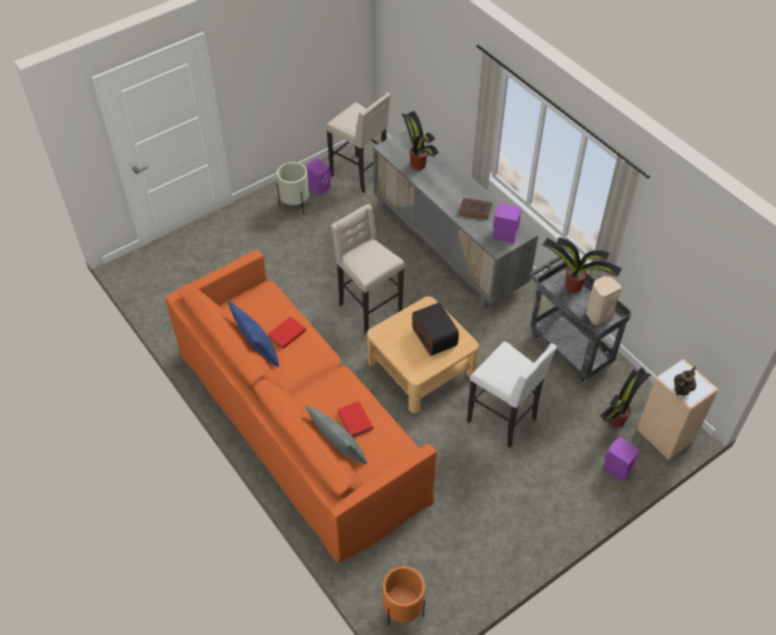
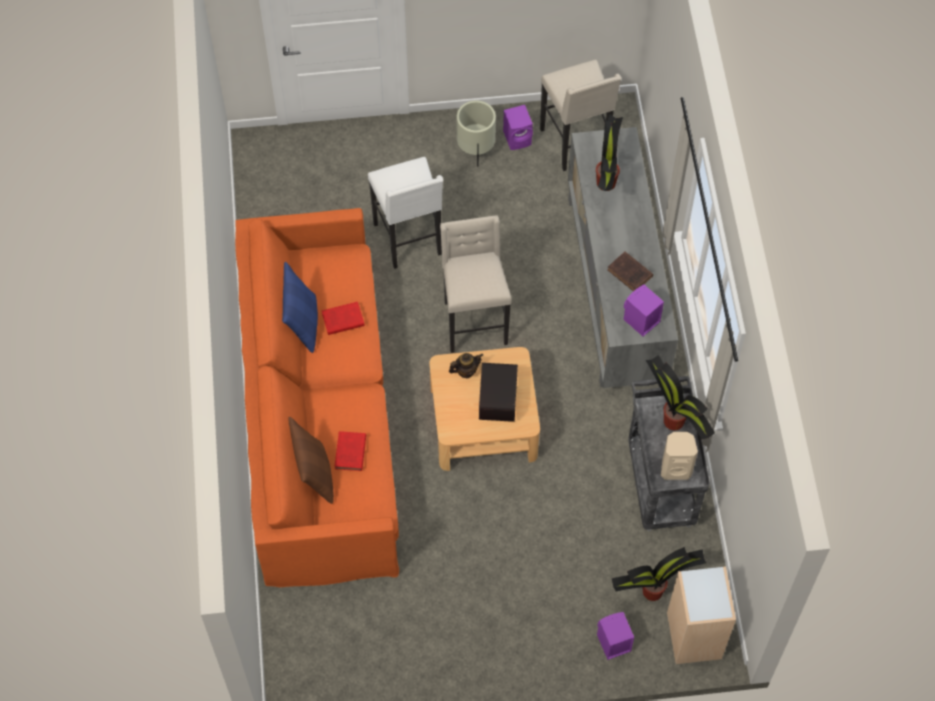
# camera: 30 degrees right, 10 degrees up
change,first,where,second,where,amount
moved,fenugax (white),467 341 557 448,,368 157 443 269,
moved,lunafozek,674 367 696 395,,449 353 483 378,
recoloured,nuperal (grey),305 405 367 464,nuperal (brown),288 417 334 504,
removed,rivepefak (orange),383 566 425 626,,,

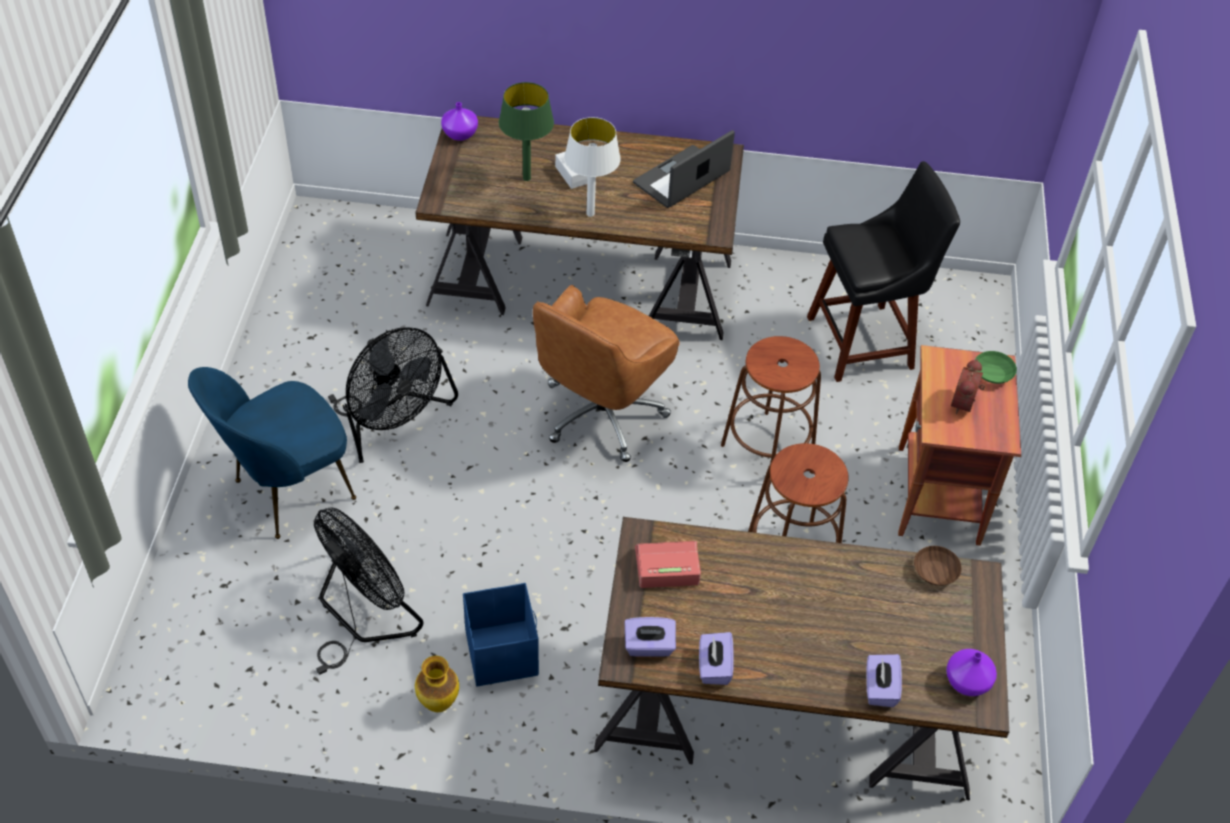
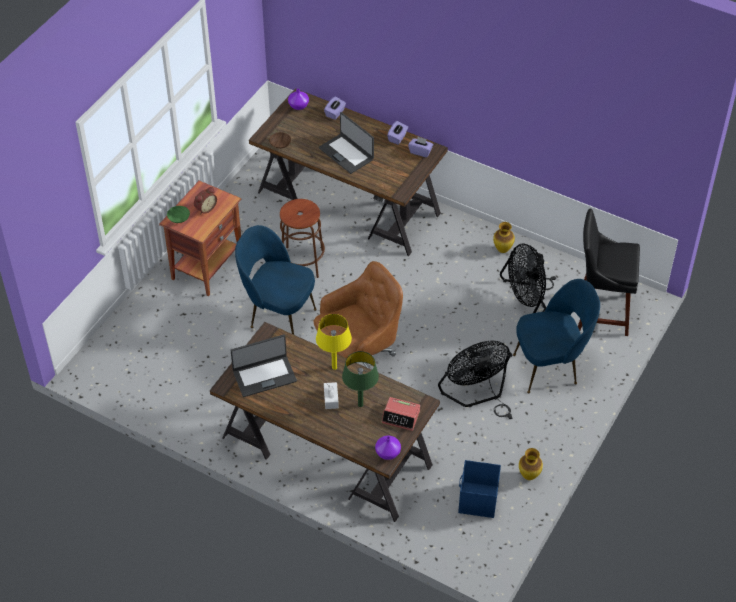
# camera: 155 degrees left, 0 degrees up
change,first,where,second,where,amount
recoloured,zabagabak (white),564 117 621 217,zabagabak (yellow),316 314 352 370,
moved,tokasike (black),807 161 960 382,,578 209 640 336,
replaced,fenugax (brown),721 336 821 485,tokasike (blue),235 225 317 335,
moved,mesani,635 541 701 588,,382 397 420 431,
moved,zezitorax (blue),463 583 539 686,,458 460 501 518,
added,,,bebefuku,319 112 374 174,
added,,,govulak,519 448 543 480,

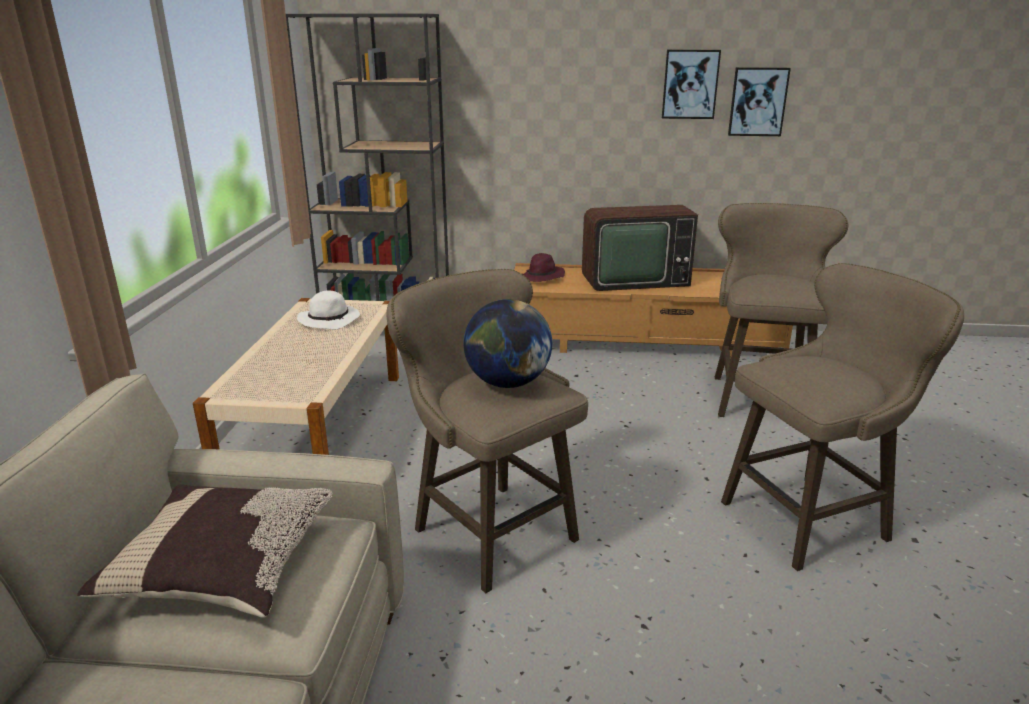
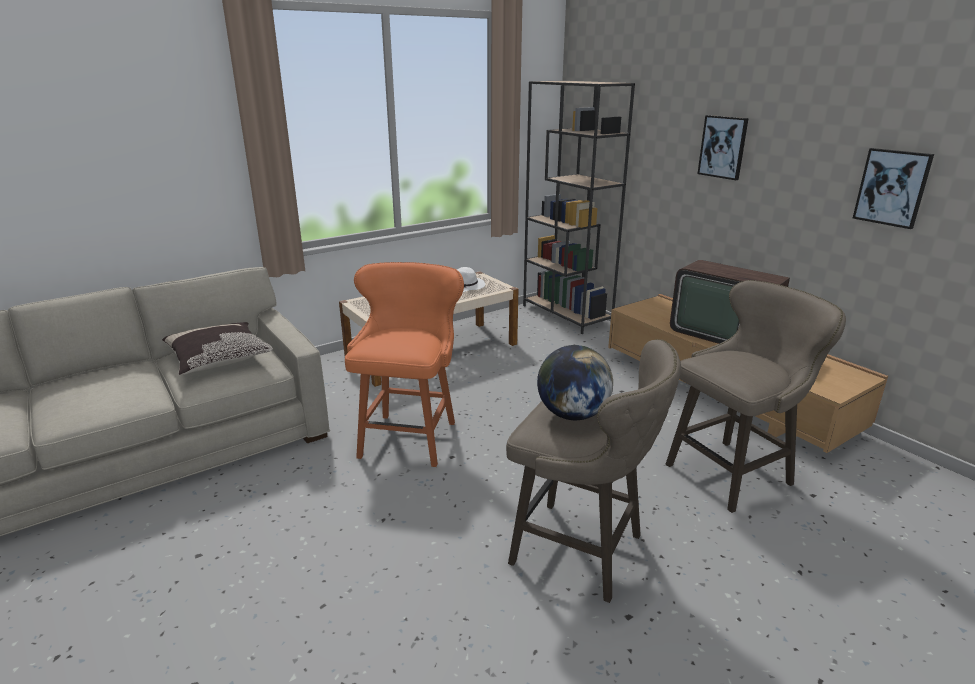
# camera: 50 degrees right, 0 degrees up
change,first,where,second,where,amount
moved,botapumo,662 50 721 119,,697 115 749 180,
removed,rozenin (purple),523 253 565 282,,,
recoloured,fenugax (beige),386 269 588 593,fenugax (orange),345 262 464 467,
moved,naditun,464 299 552 388,,537 345 613 420,

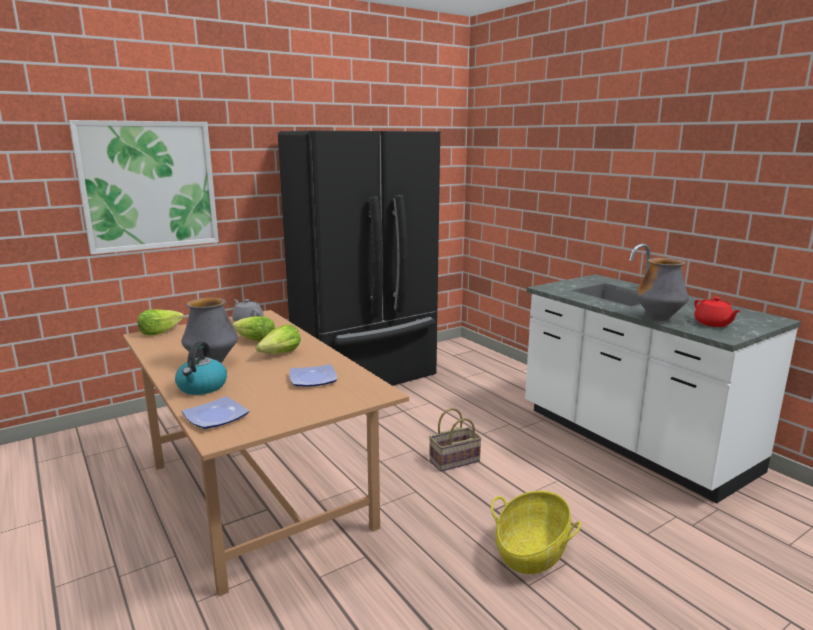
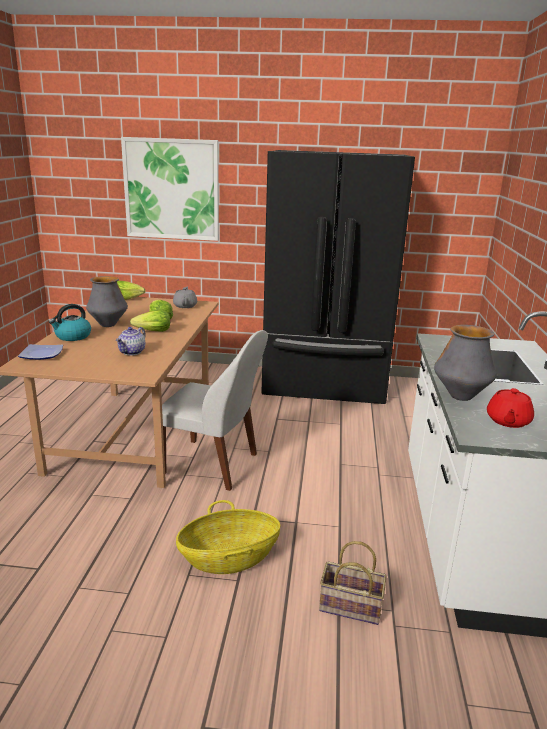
# camera: 40 degrees right, 5 degrees up
change,first,where,second,where,amount
replaced,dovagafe,289 364 337 387,lunafozek,116 327 146 356,
moved,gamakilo,429 408 482 472,,319 541 387 625,
added,,,tokasike (white),162 330 268 491,

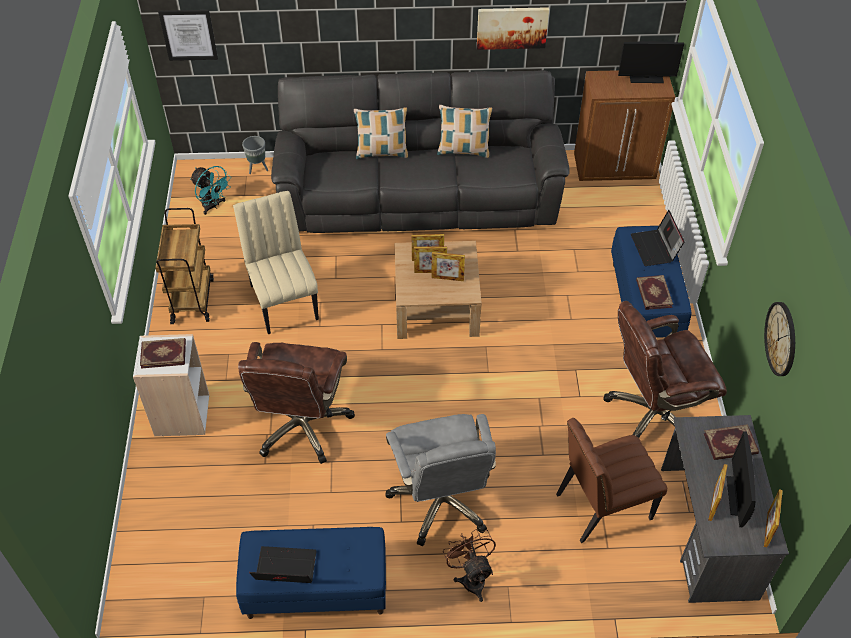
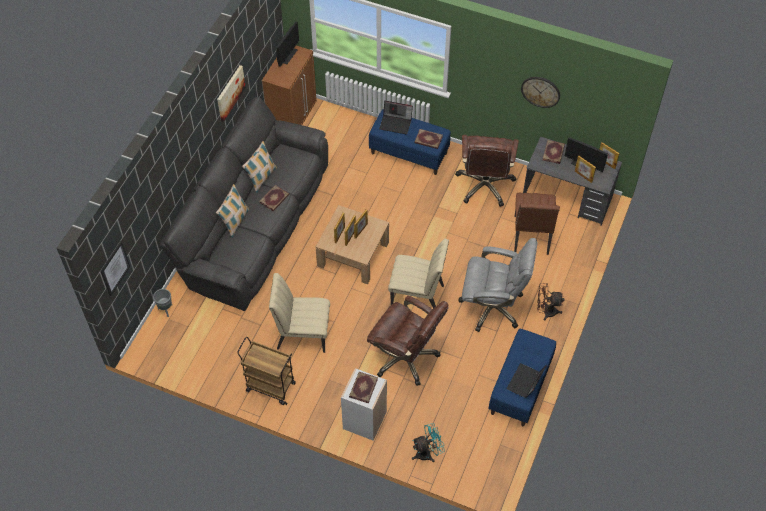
# camera: 65 degrees left, 5 degrees up
change,first,where,second,where,amount
moved,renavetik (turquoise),190 166 231 215,,412 423 445 462,
added,,,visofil,259 185 289 211,
added,,,tokasike (beige),388 239 449 309,

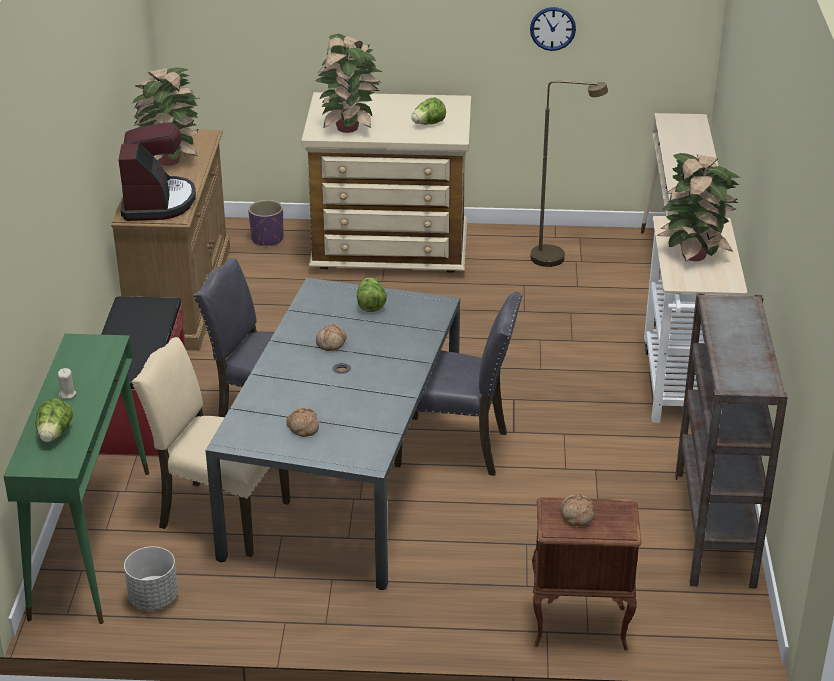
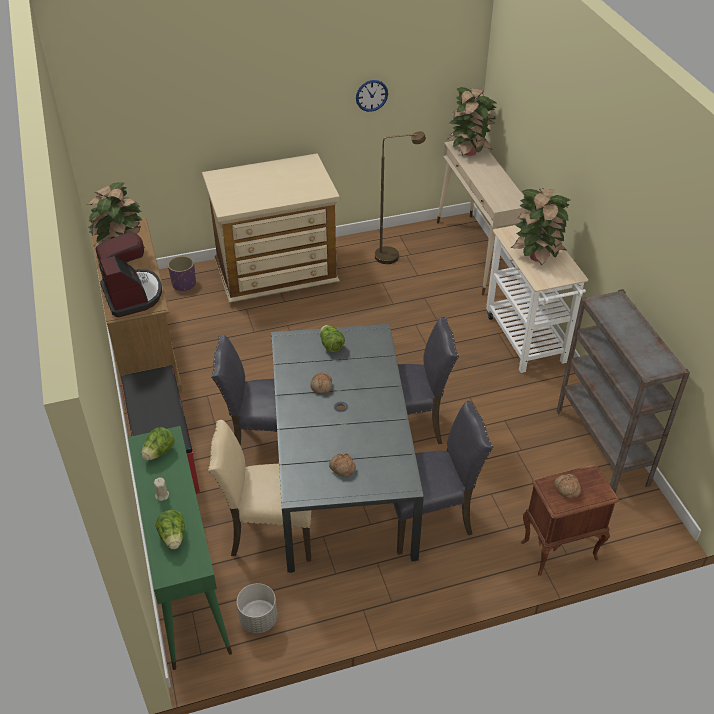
# camera: 20 degrees left, 10 degrees up
change,first,where,second,where,amount
moved,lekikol,315 34 382 133,,448 87 496 156,
moved,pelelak,411 98 446 125,,142 427 175 461,
added,,,tokasike (grey),393 401 494 555,

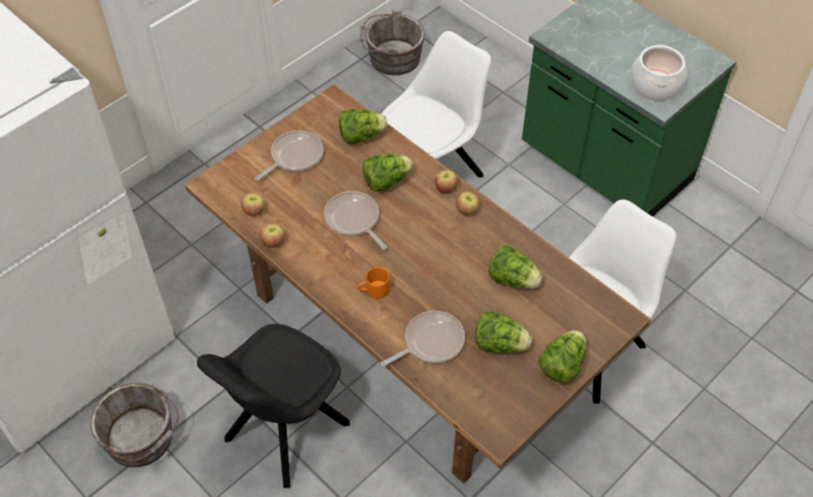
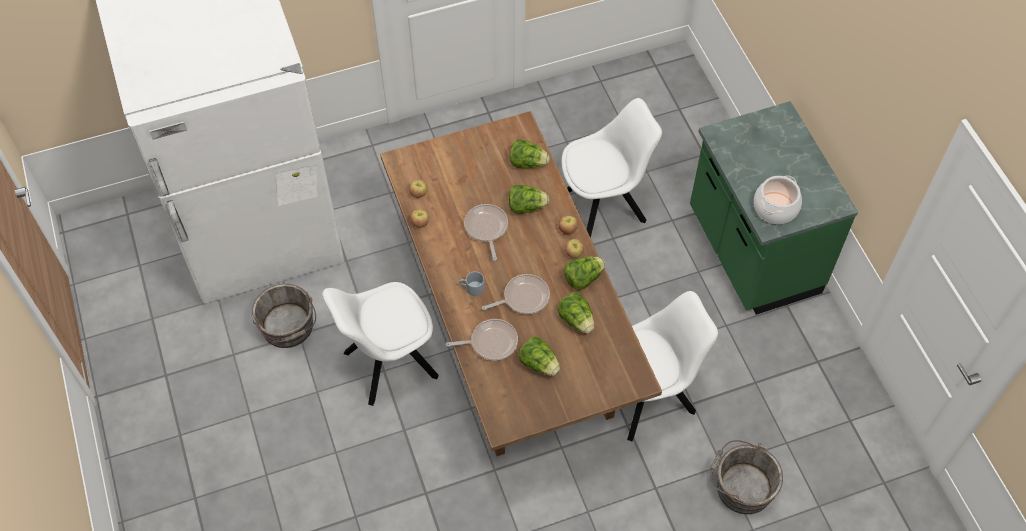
# camera: 25 degrees right, 5 degrees up
change,first,where,second,where,amount
moved,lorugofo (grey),360 10 425 75,,711 440 783 514,
moved,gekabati,255 130 324 181,,482 274 550 314,
recoloured,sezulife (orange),357 267 390 299,sezulife (grey),459 272 485 296,
recoloured,tokasike (black),197 324 350 488,tokasike (white),322 282 439 406,
moved,pelelak,538 330 586 383,,563 257 605 290,

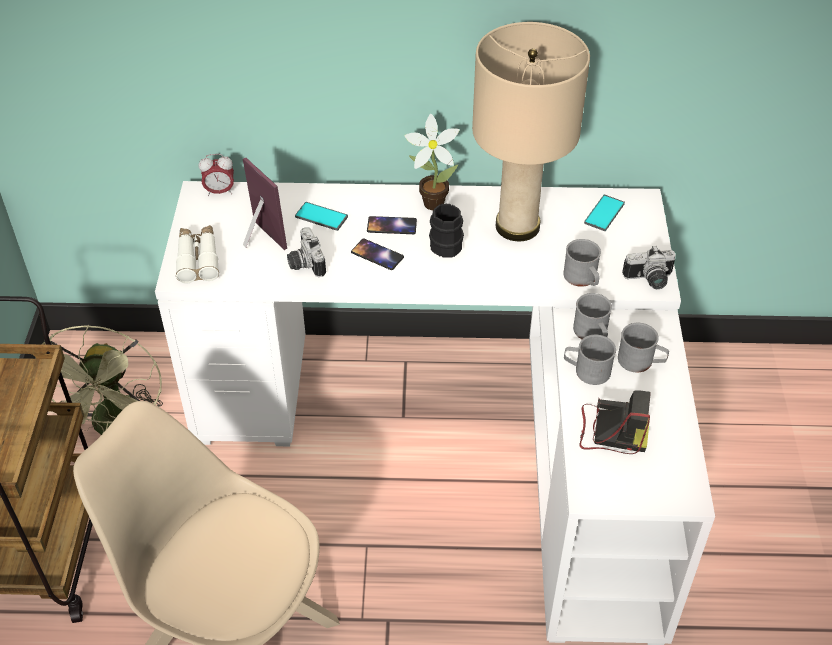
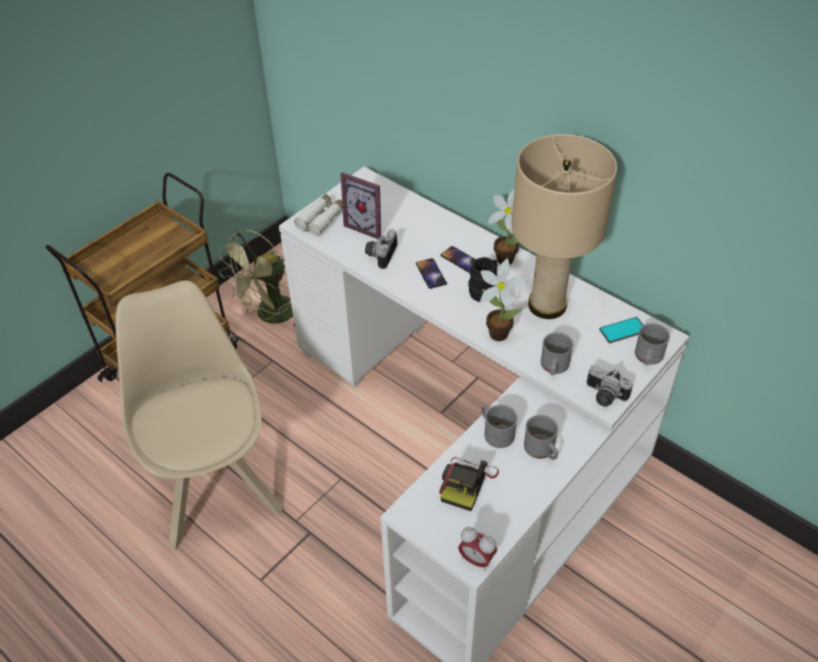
# camera: 40 degrees right, 0 degrees up
change,first,where,second,where,amount
moved,mesani,199 154 234 197,,458 527 497 571,
turned,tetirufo,243 157 287 250,,341 172 381 240,120 degrees clockwise
removed,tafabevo,295 202 348 231,,,
moved,sezulife (grey),573 293 612 339,,635 323 670 365,
turned,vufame,579 390 651 454,,439 457 499 511,60 degrees clockwise
added,,,lekikol,480 258 527 341,

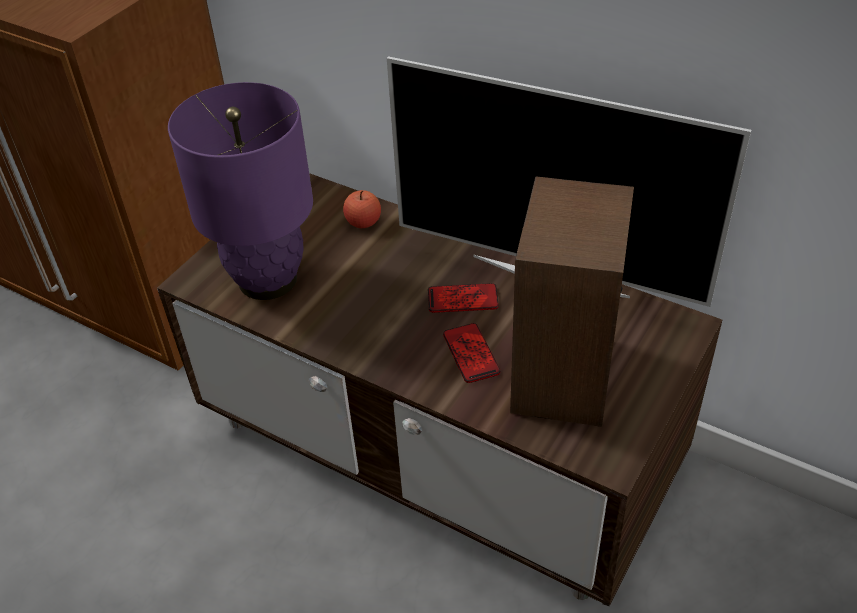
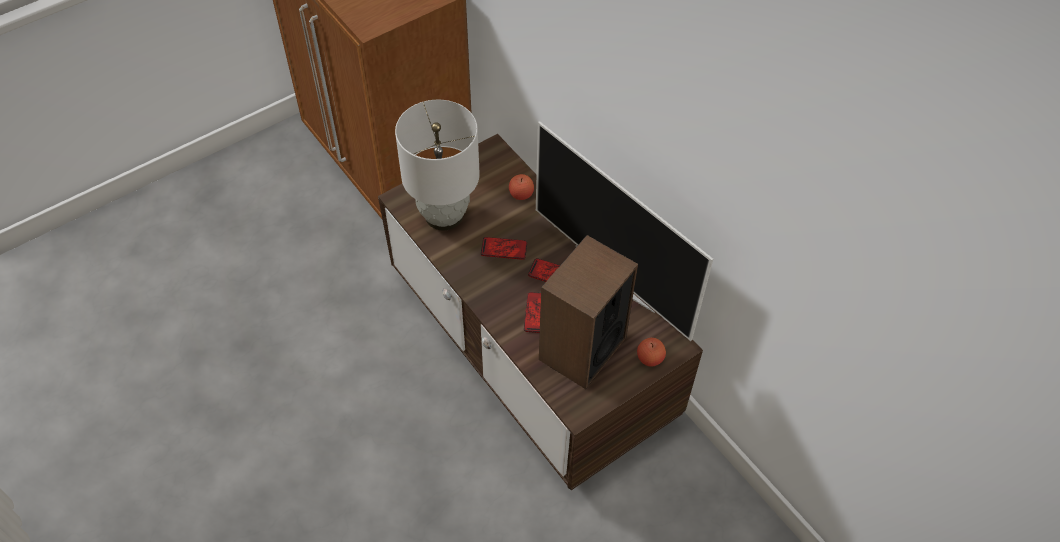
# camera: 20 degrees right, 10 degrees up
change,first,where,second,where,amount
recoloured,zabagabak (purple),168 82 313 300,zabagabak (white),395 100 480 230,
added,,,tafabevo,481 237 527 260,
added,,,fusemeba,637 338 666 367,

